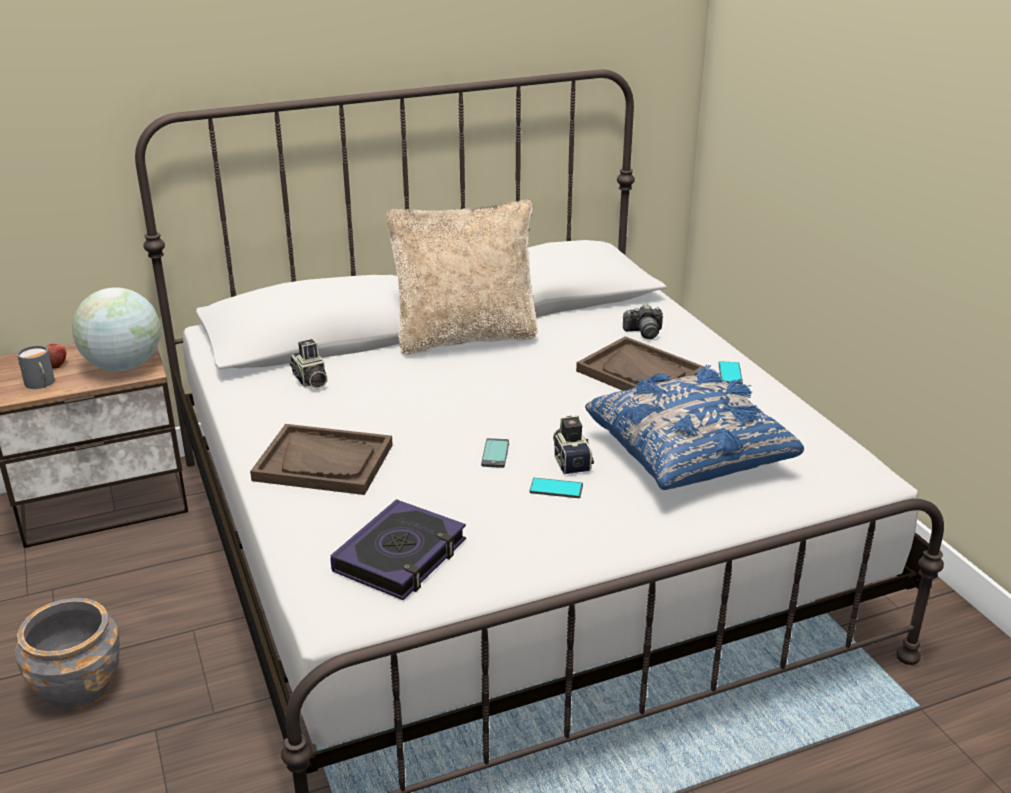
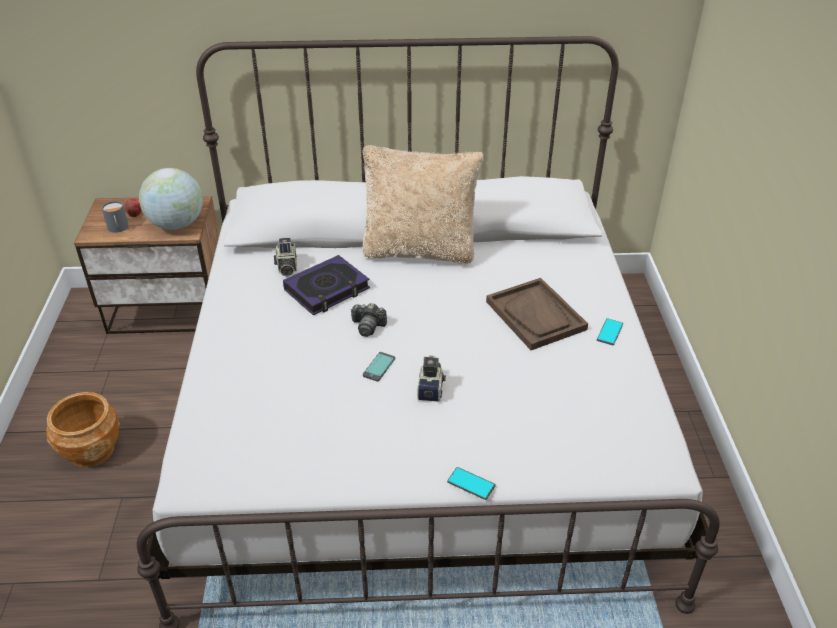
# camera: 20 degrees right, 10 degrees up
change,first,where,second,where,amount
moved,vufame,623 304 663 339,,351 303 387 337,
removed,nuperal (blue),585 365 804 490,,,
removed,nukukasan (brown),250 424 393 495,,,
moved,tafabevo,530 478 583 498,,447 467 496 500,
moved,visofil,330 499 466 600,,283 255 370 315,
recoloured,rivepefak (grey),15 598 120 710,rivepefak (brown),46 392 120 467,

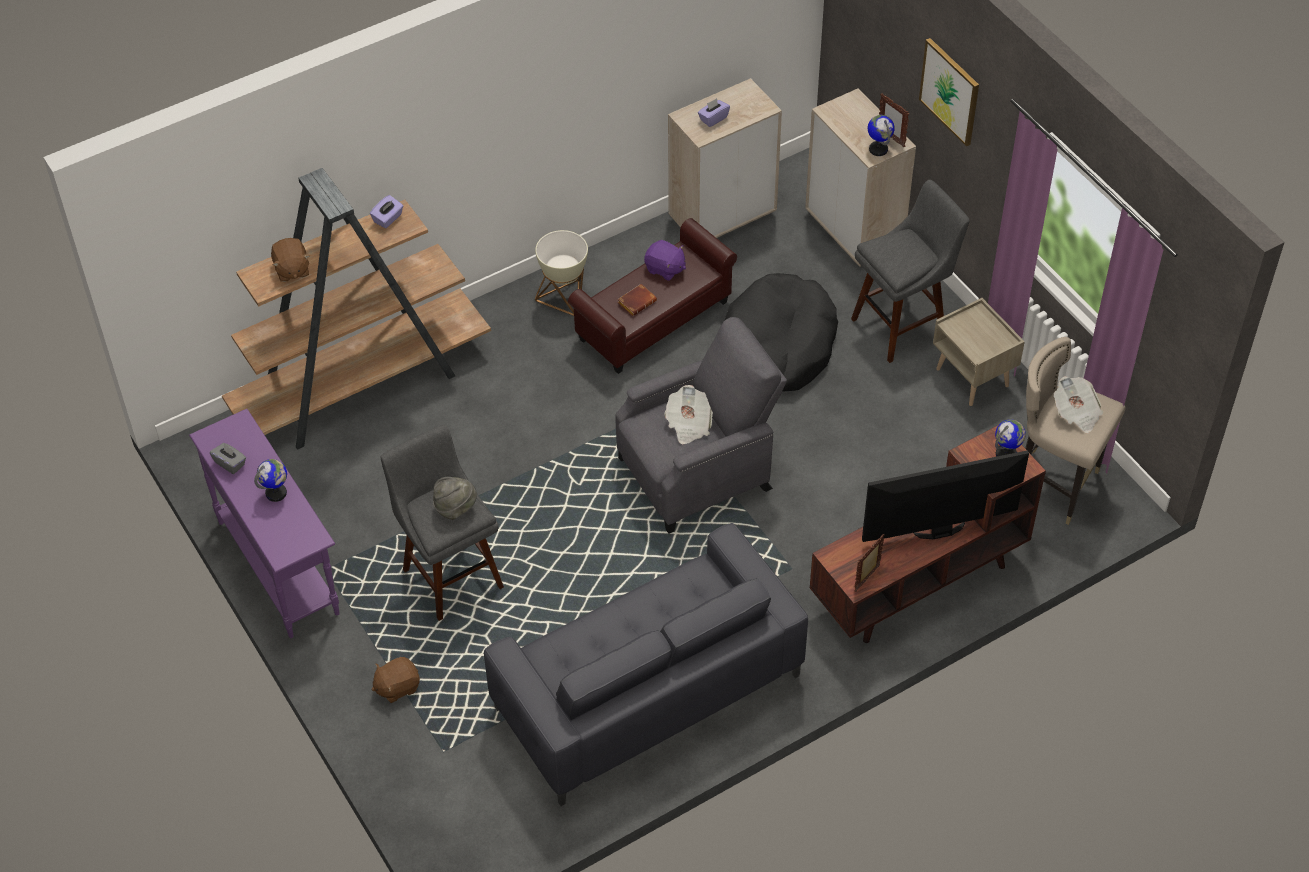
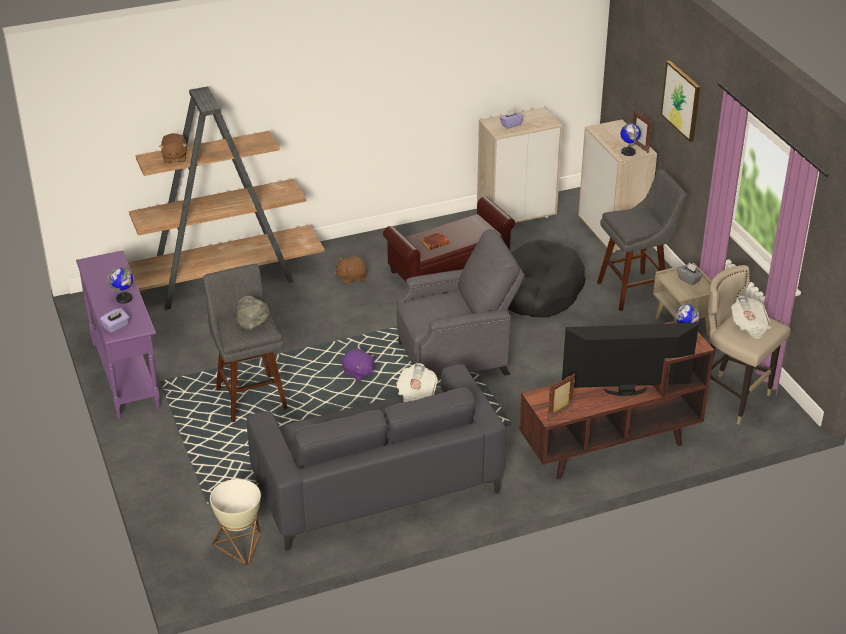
# camera: 10 degrees right, 15 degrees down
change,first,where,second,where,amount
moved,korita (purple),370 195 403 228,,100 308 129 333,
moved,rivepefak,535 230 588 316,,210 479 261 565,
moved,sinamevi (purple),644 240 686 281,,341 348 375 381,
moved,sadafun,664 385 713 444,,396 363 438 402,
moved,korita (grey),210 443 246 474,,677 263 703 286,
moved,sinamevi (brown),372 657 420 703,,334 256 367 284,

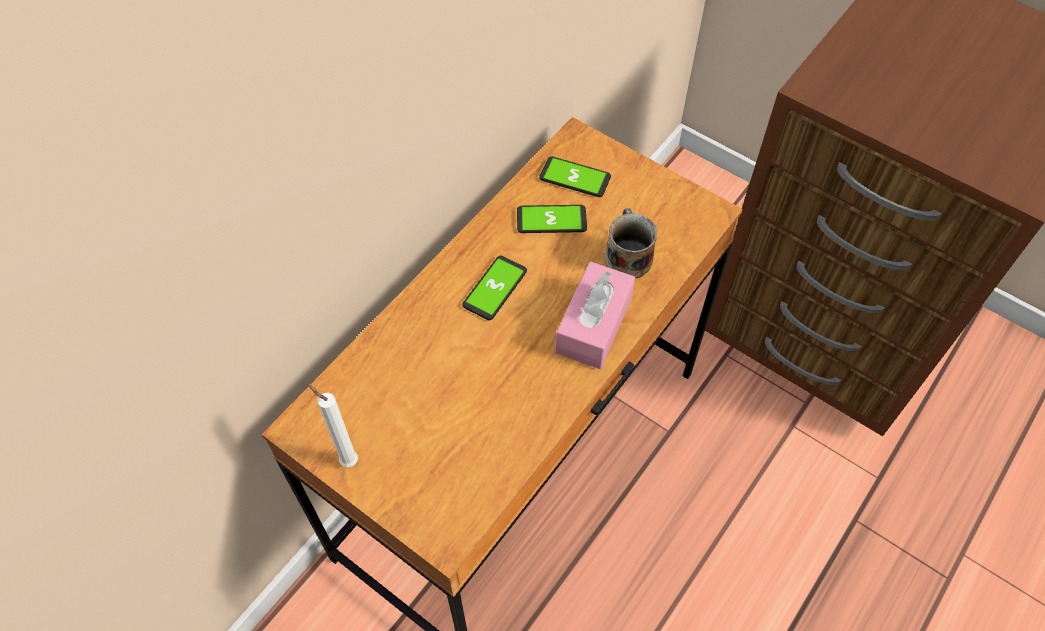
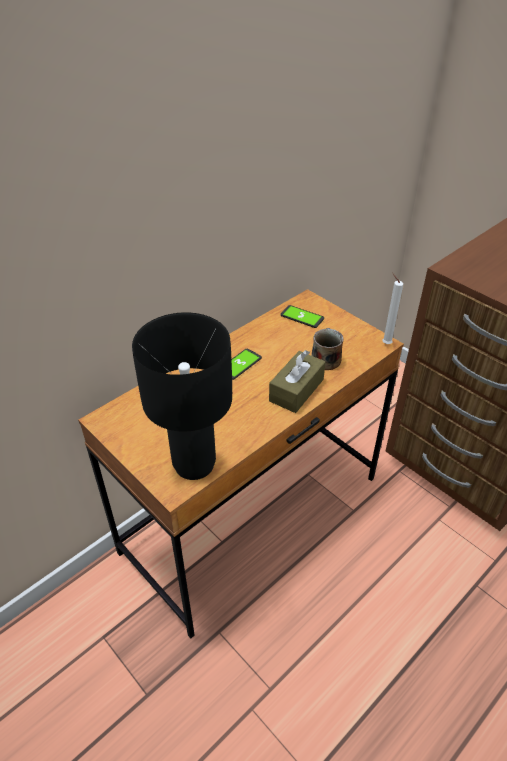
# camera: 10 degrees right, 15 degrees down
change,first,where,second,where,amount
removed,tafabevo,517 205 587 233,,,
recoloured,korita (pink),555 261 635 369,korita (brown),269 350 325 413,
moved,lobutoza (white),308 384 358 467,,382 272 403 344,
added,,,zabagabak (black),132 312 232 480,

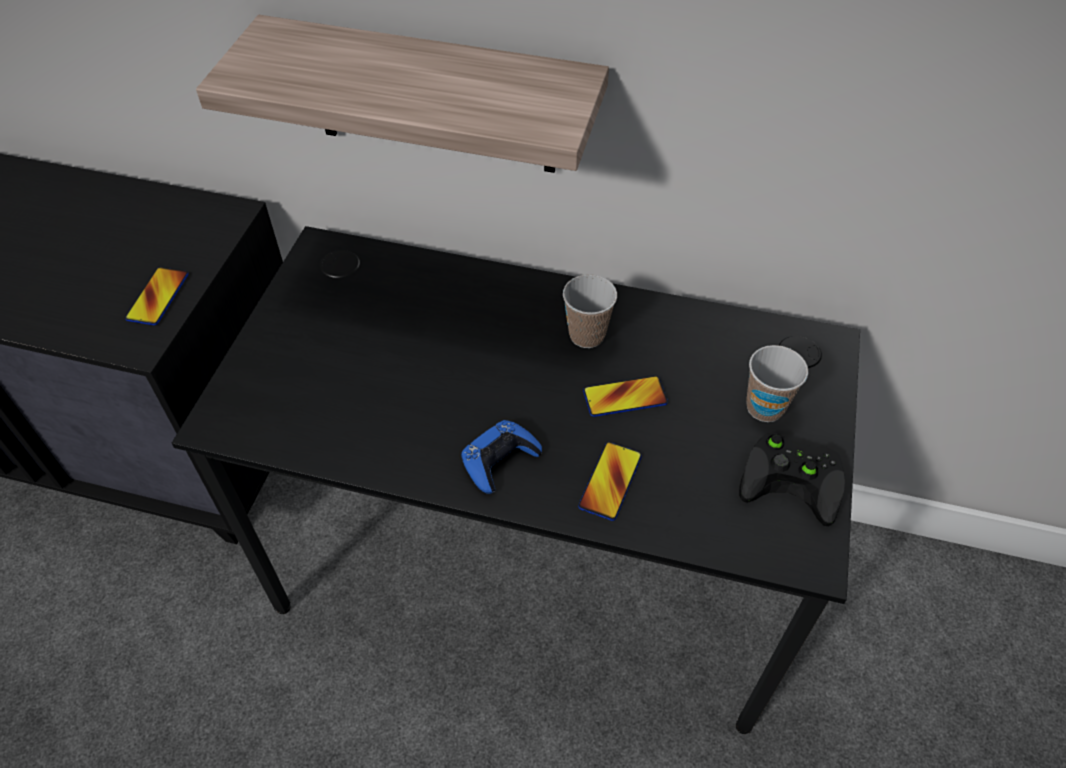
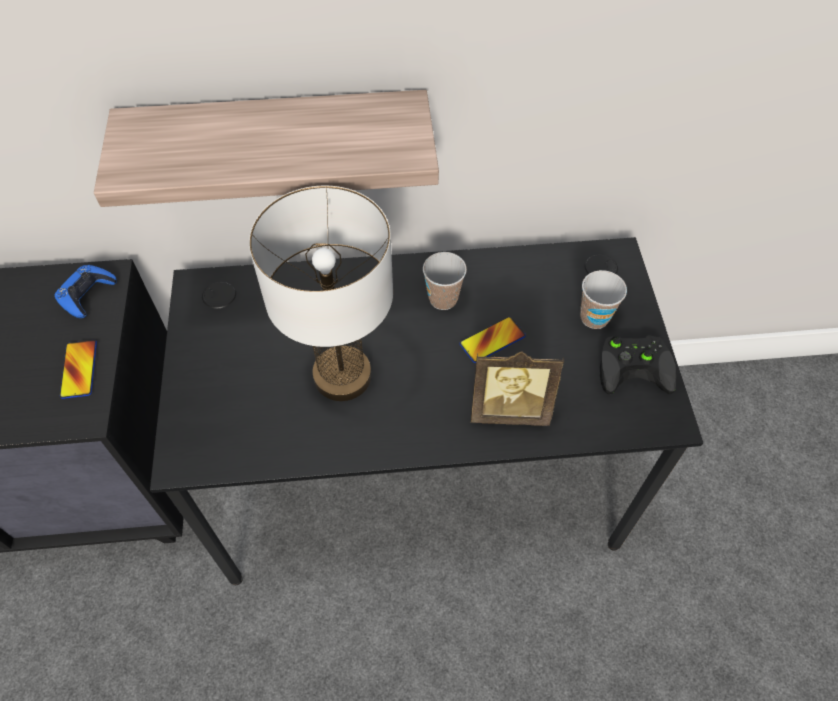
# camera: 20 degrees left, 5 degrees up
change,first,where,second,where,amount
moved,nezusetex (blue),461 420 542 494,,54 265 117 318,
replaced,tafabevo,578 442 642 521,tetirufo,471 351 564 426,
added,,,zabagabak,249 186 393 401,

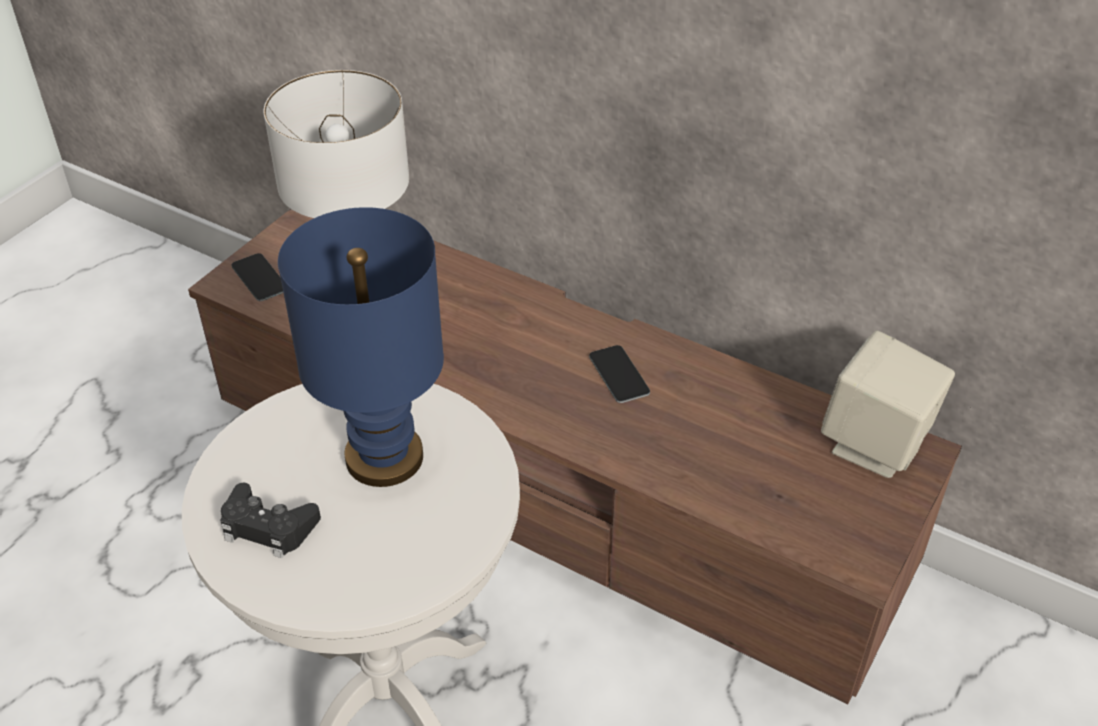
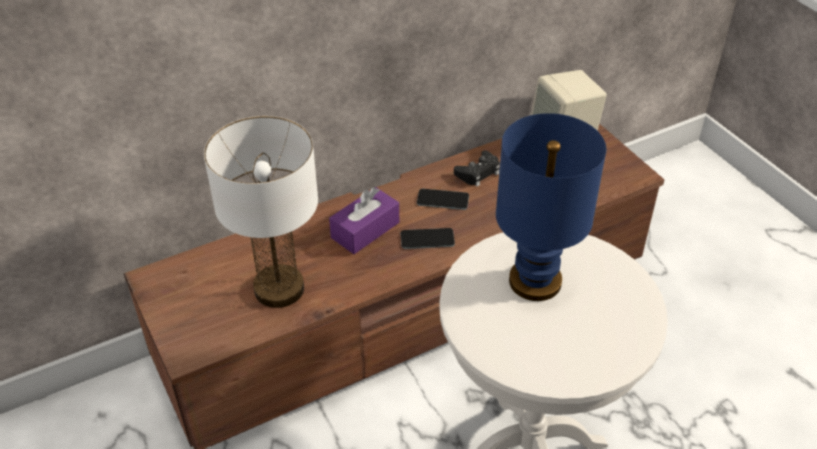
# camera: 60 degrees left, 0 degrees up
change,first,where,second,where,amount
moved,tafabevo,231 253 283 301,,401 228 455 249,
moved,nezusetex (black),220 483 321 558,,454 150 500 187,
added,,,korita (purple),329 187 399 254,

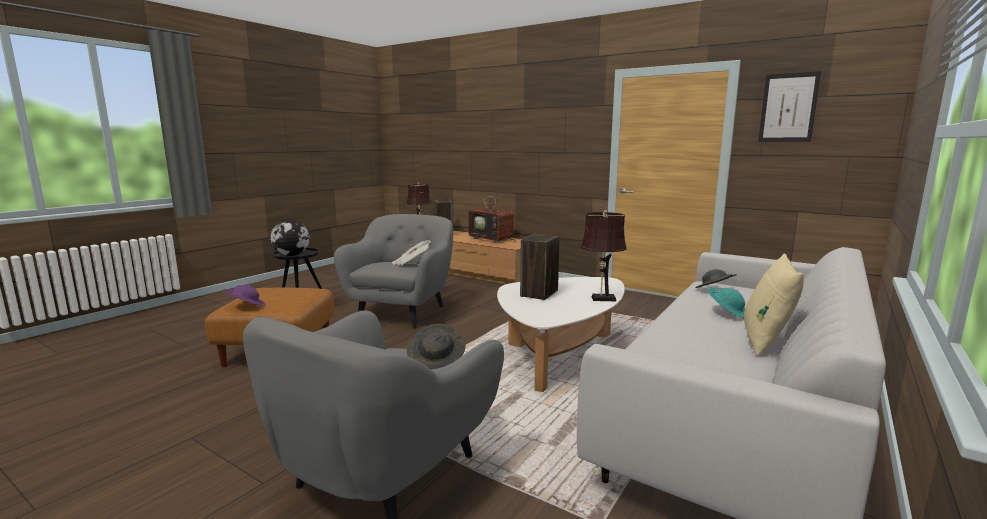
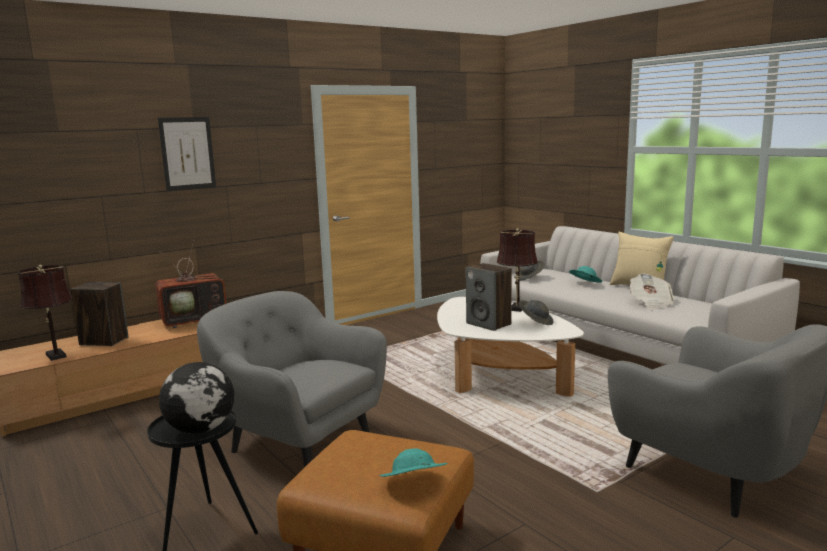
# camera: 70 degrees left, 0 degrees up
change,first,where,second,where,amount
moved,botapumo,758 71 821 142,,158 117 216 191,
moved,sadafun,392 240 431 265,,630 273 674 310,
recoloured,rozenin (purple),224 285 265 306,rozenin (turquoise),380 448 447 477,
moved,rozenin (grey),407 324 466 369,,518 300 554 325,

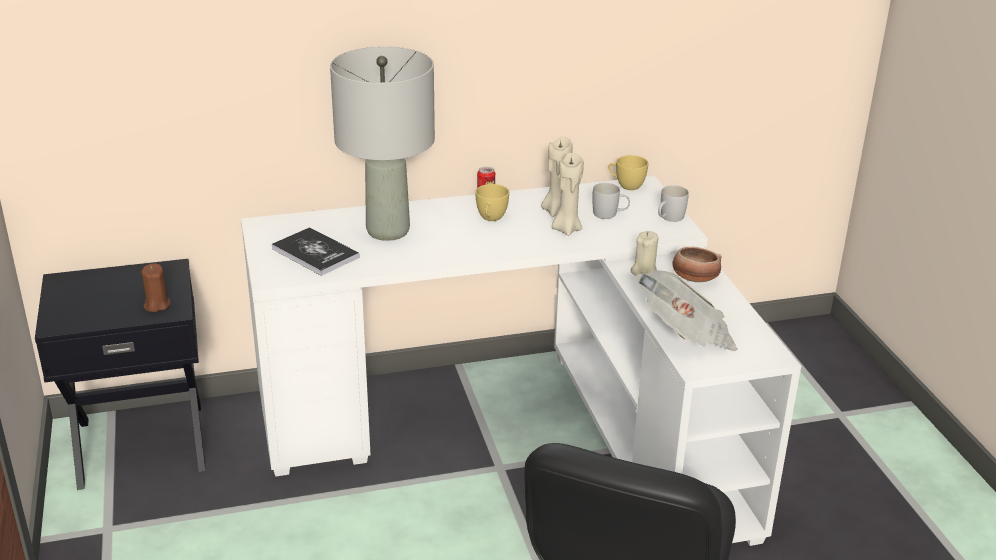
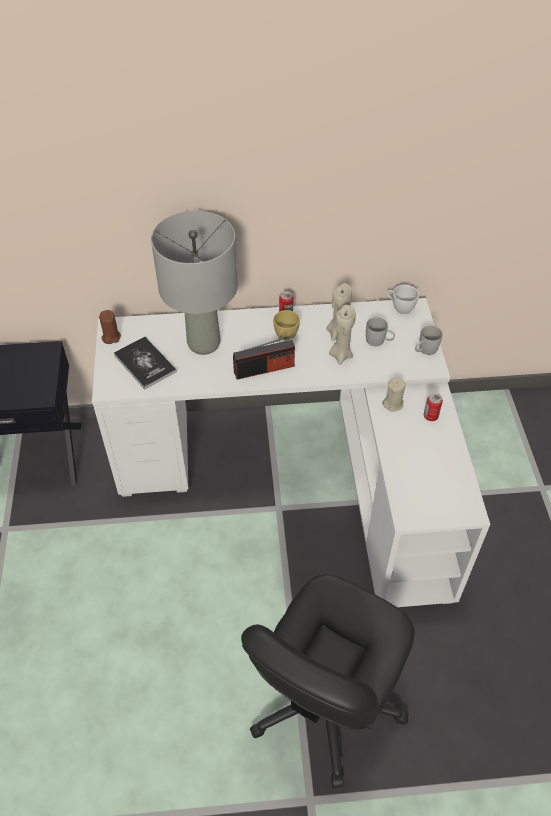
# camera: 10 degrees right, 20 degrees up
change,first,where,second,where,amount
recoloured,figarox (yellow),608 155 649 190,figarox (white),387 285 419 314,
replaced,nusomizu,672 247 722 282,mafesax,424 393 443 421,
moved,lobutoza (brown),141 263 170 312,,99 310 121 344,
removed,sadafun,636 270 738 351,,,
added,,,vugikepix,233 336 295 380,

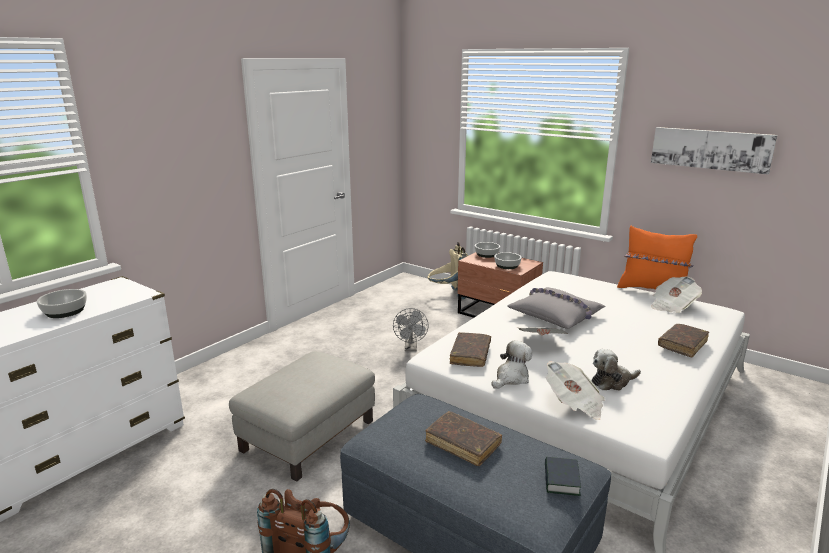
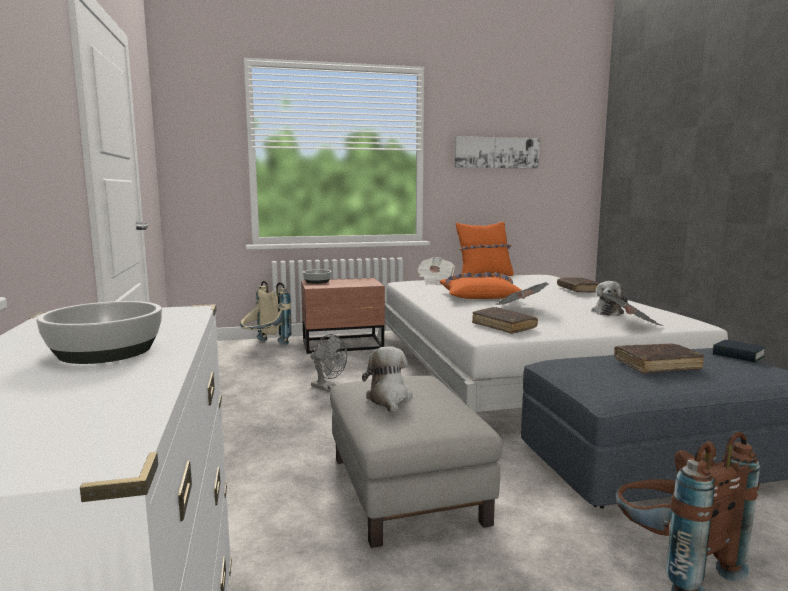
# camera: 50 degrees left, 10 degrees down
change,first,where,second,where,amount
removed,nusomizu,494 252 522 269,,,
moved,sadafun,651 276 702 313,,417 257 455 285,
recoloured,nuperal (grey),507 287 606 329,nuperal (orange),439 272 521 299,
moved,sinamevi,491 341 532 389,,362 346 412 414,

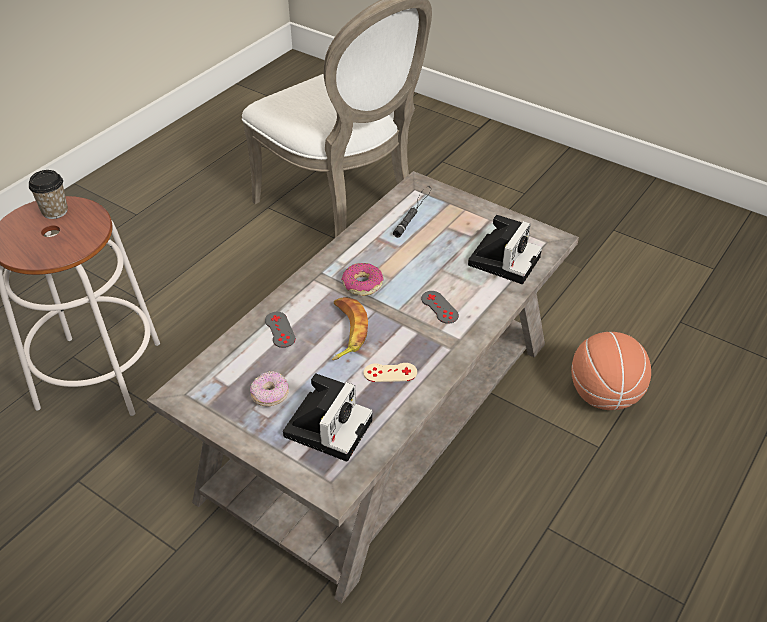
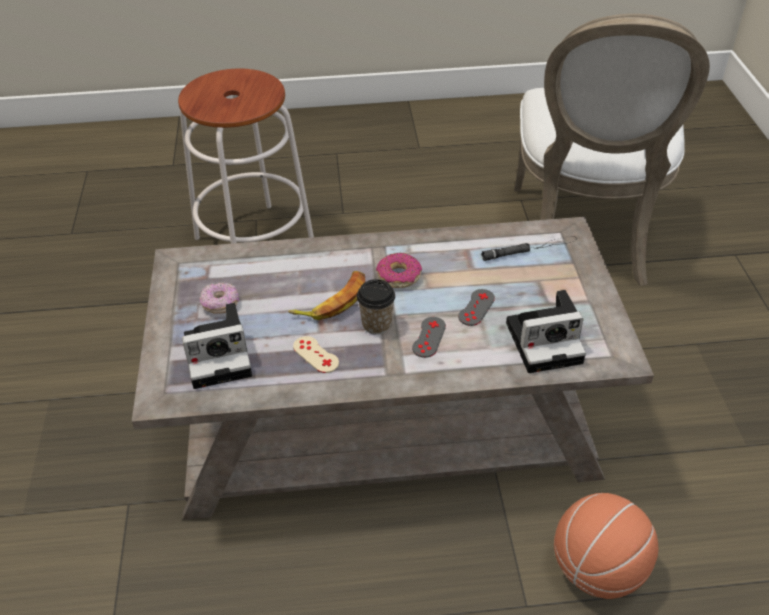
# camera: 50 degrees right, 0 degrees up
change,first,where,second,where,amount
moved,figarox,29 170 68 219,,357 279 395 335,
moved,nezusetex (grey),265 312 296 348,,458 289 495 326,

